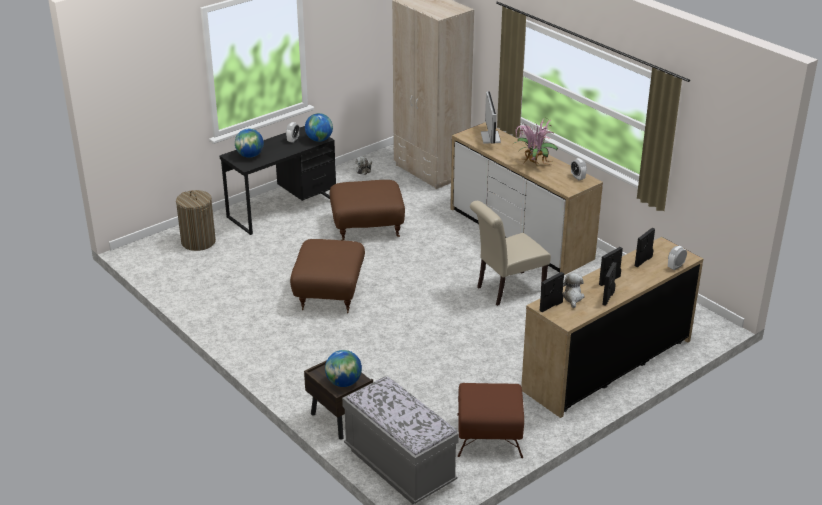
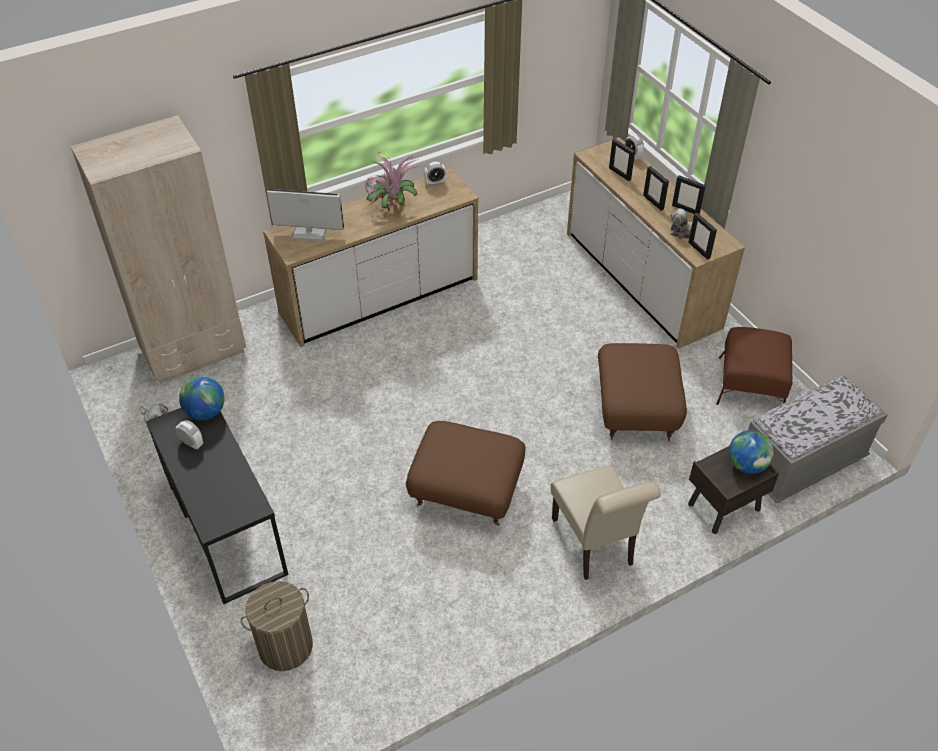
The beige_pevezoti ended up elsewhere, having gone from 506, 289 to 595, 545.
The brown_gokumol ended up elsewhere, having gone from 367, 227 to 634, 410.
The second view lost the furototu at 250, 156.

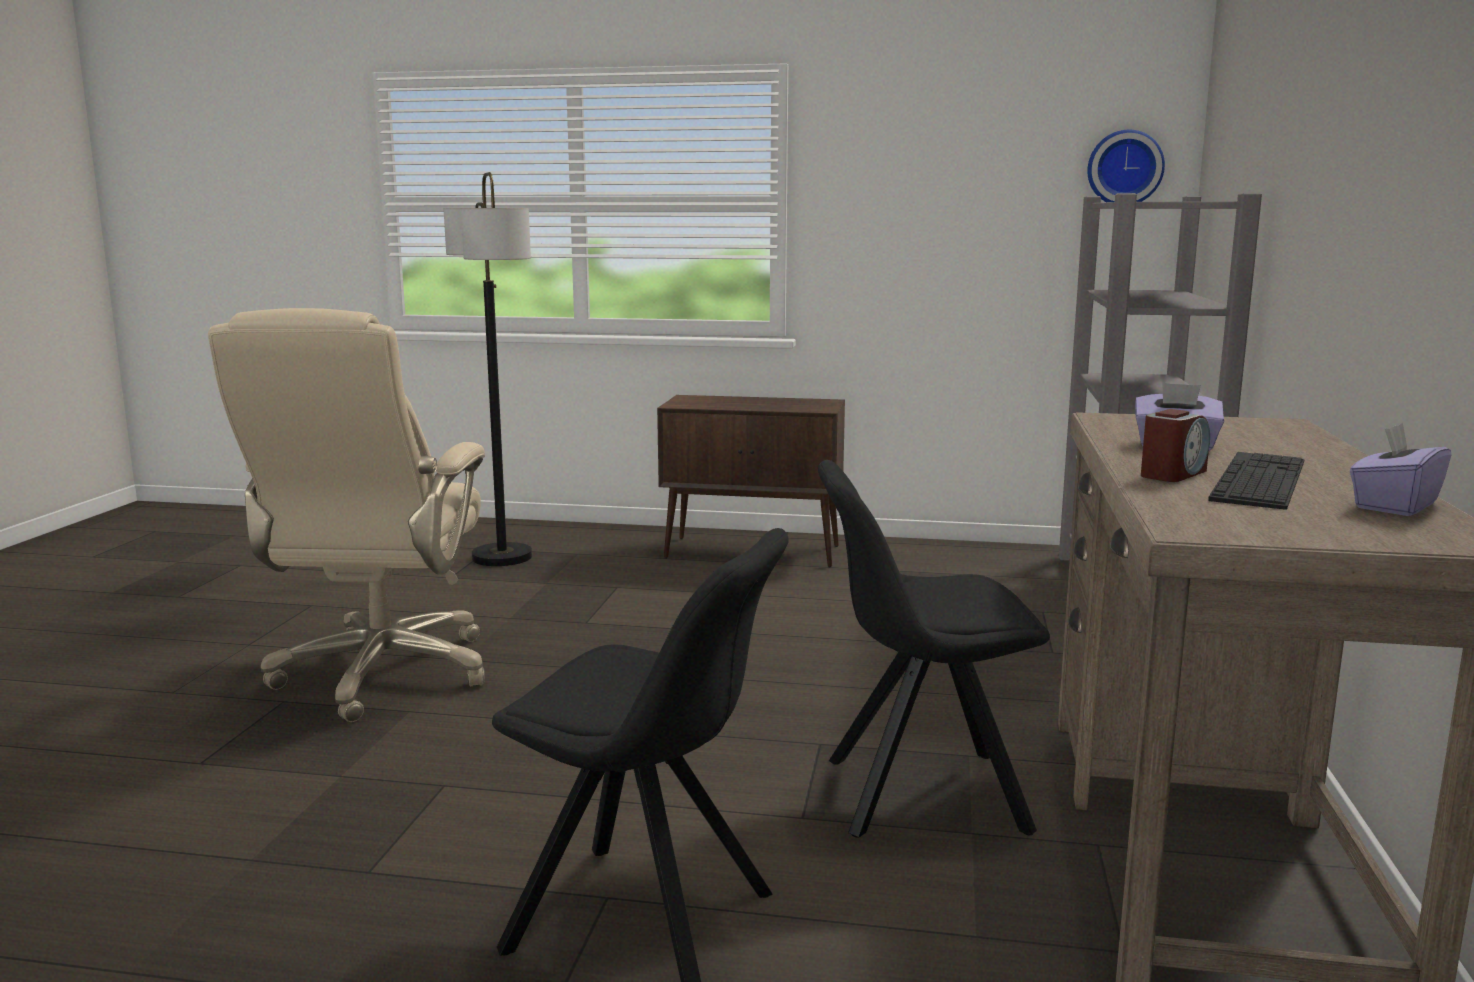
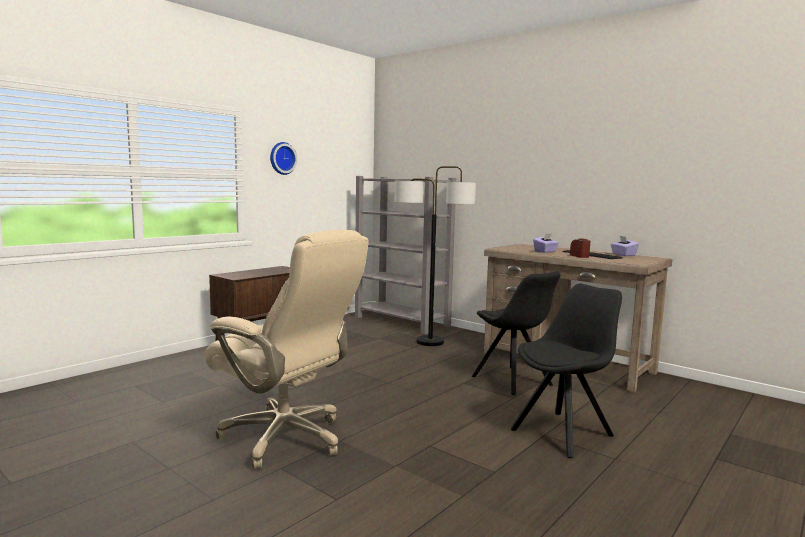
The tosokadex ended up elsewhere, having gone from 1124, 168 to 281, 158.
The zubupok ended up elsewhere, having gone from 502, 557 to 430, 342.
The black_pevezoti at 923, 794 ended up facing another way, 60 degrees counterclockwise from before.

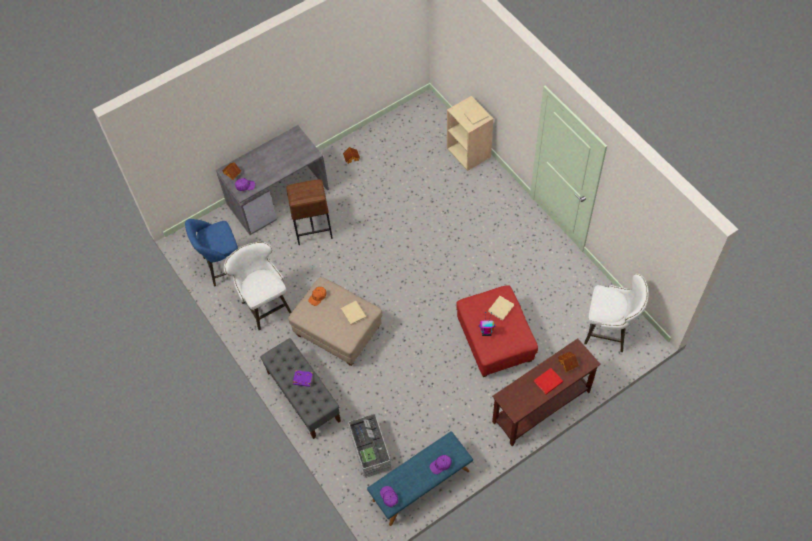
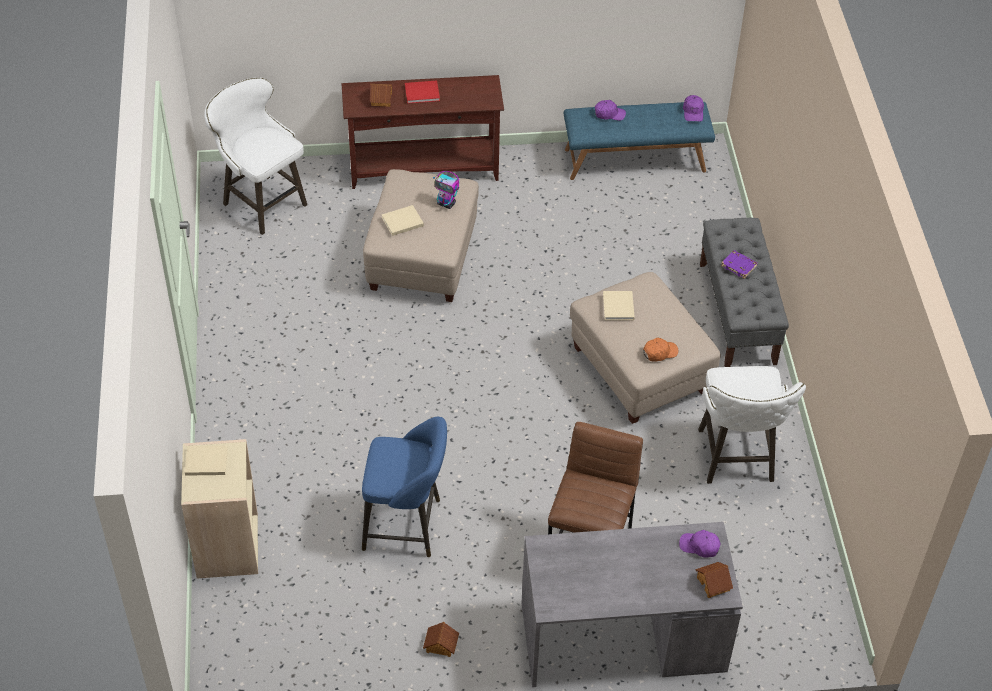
The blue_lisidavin ended up elsewhere, having gone from 223, 267 to 407, 525.
What was the red_gokumol at 495, 341 turned into the beige_gokumol at 422, 259.
The second view lost the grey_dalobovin at 370, 449.

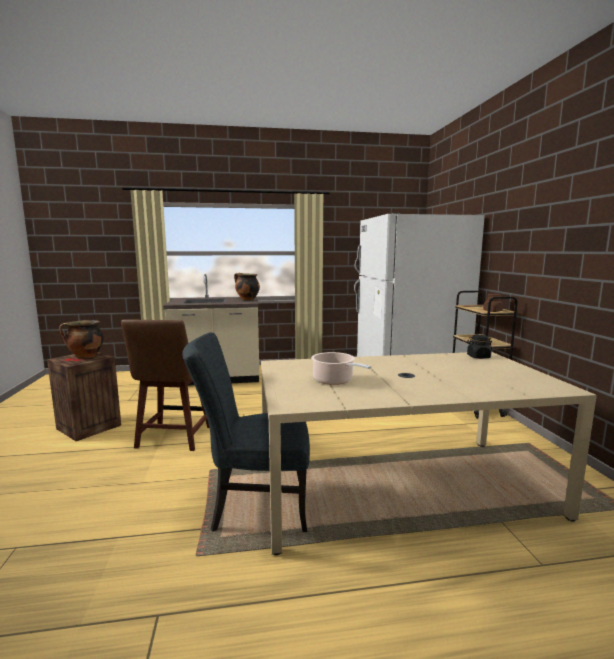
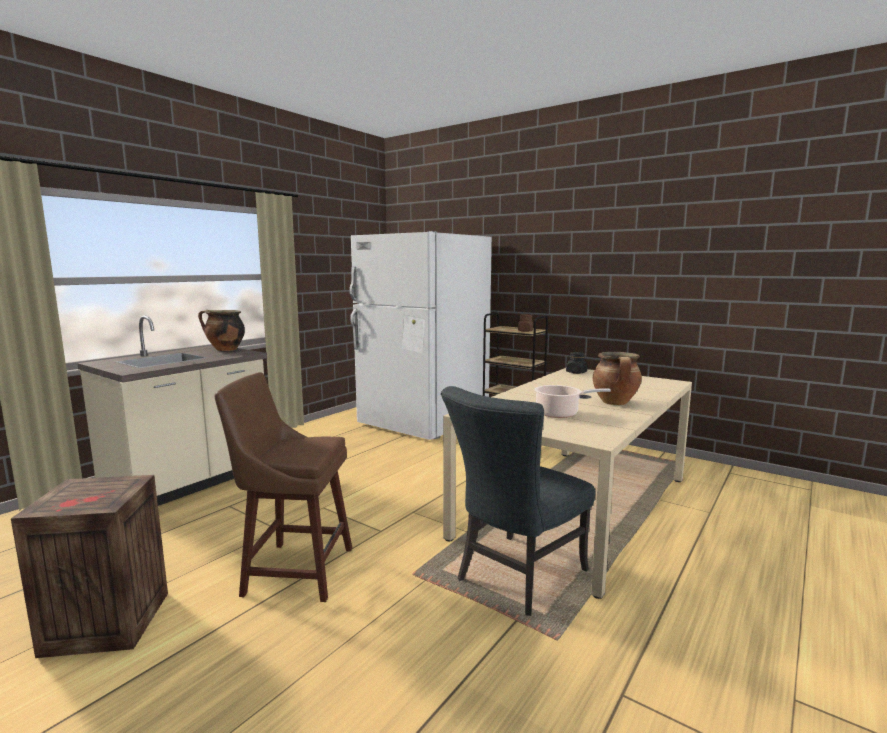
The brown_pevezoti at 173, 438 ended up facing another way, 135 degrees clockwise from before.
The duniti ended up elsewhere, having gone from 85, 357 to 615, 403.

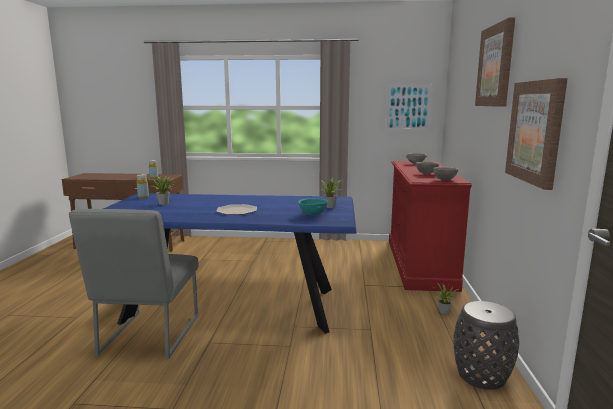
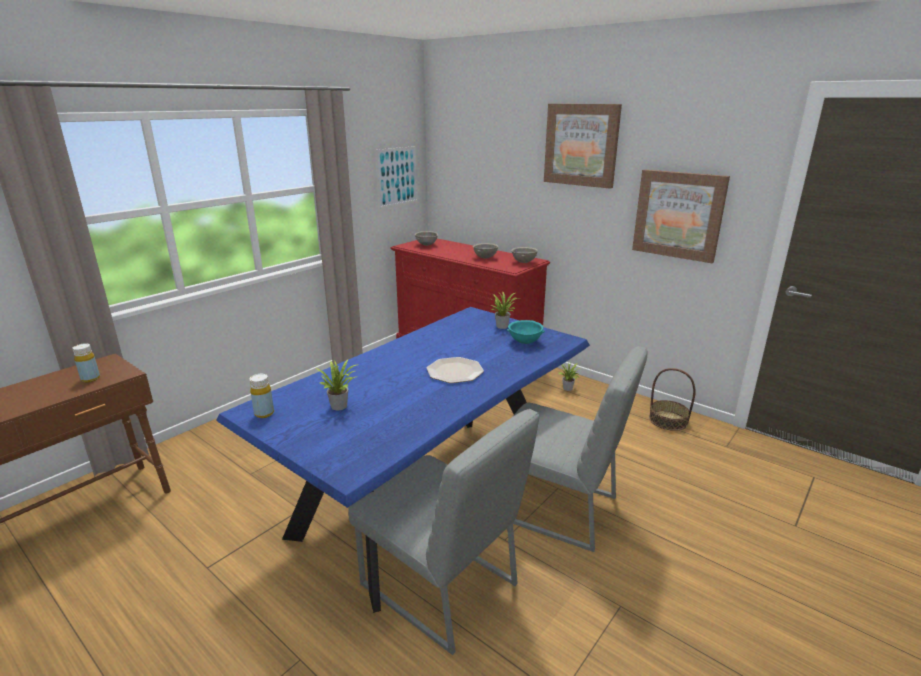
The second view gained the grey_pevezoti at 558, 508.
Where the grey_lisidavin stood at 482, 376, the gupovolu came to stand at 668, 420.

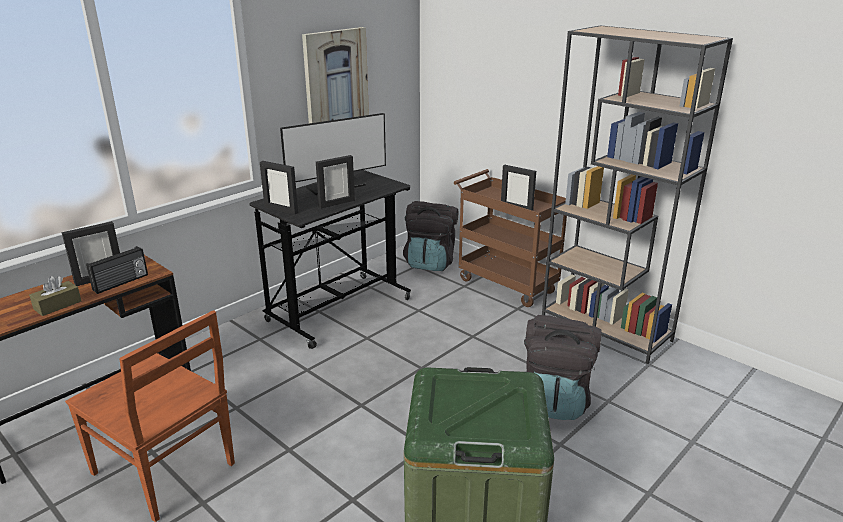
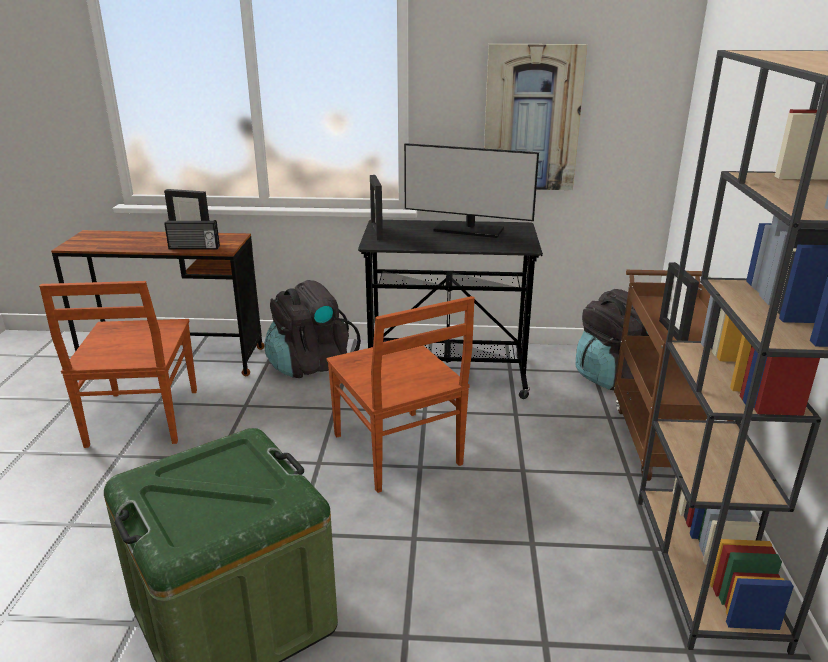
The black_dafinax ended up elsewhere, having gone from 556, 400 to 310, 364.
The second view gained the brown_pevezoti at 398, 451.
The second view lost the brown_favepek at 57, 305.
The second view lost the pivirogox at 336, 203.

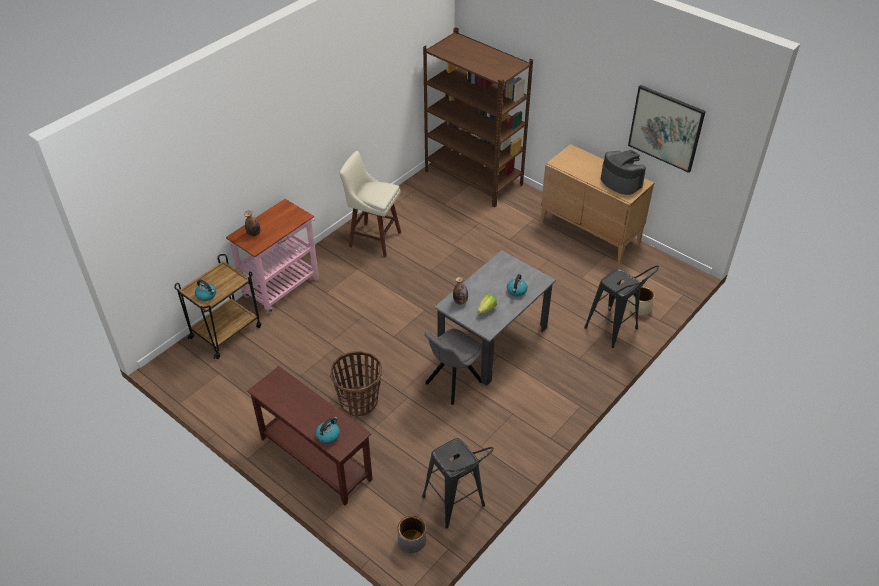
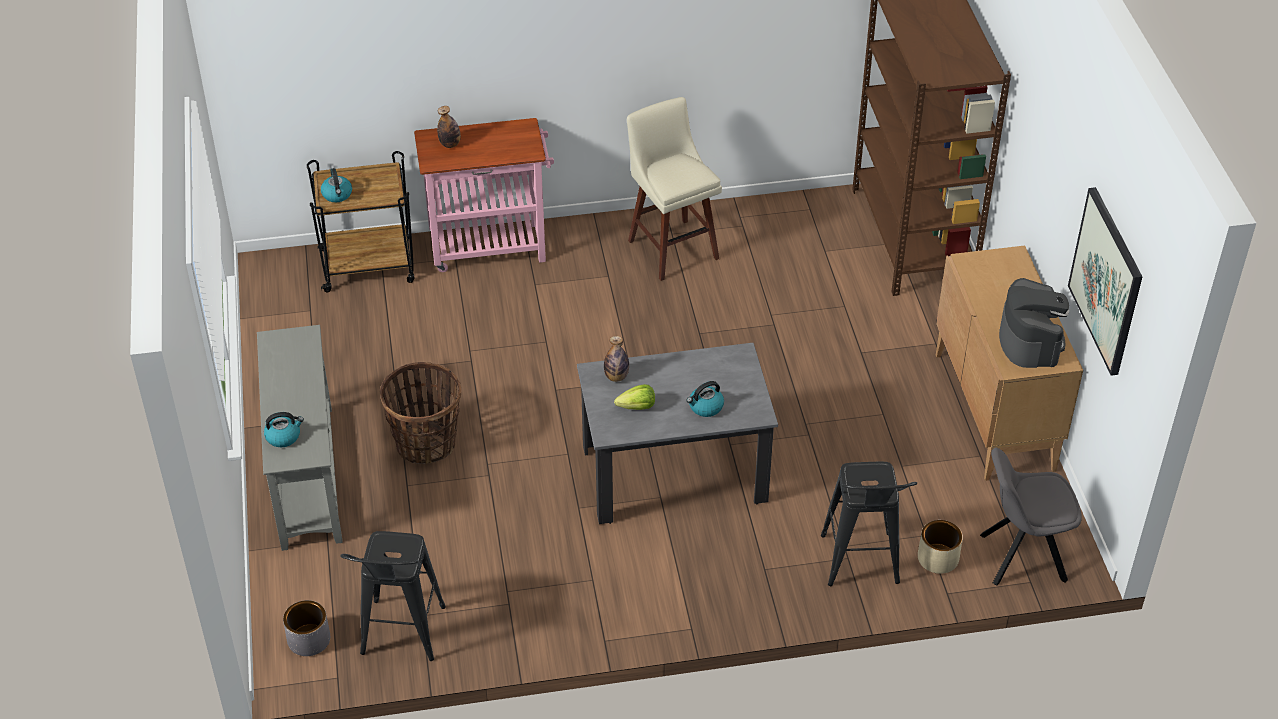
What was the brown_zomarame at 315, 459 turned into the grey_zomarame at 306, 477.
The grey_pevezoti ended up elsewhere, having gone from 453, 382 to 1022, 557.

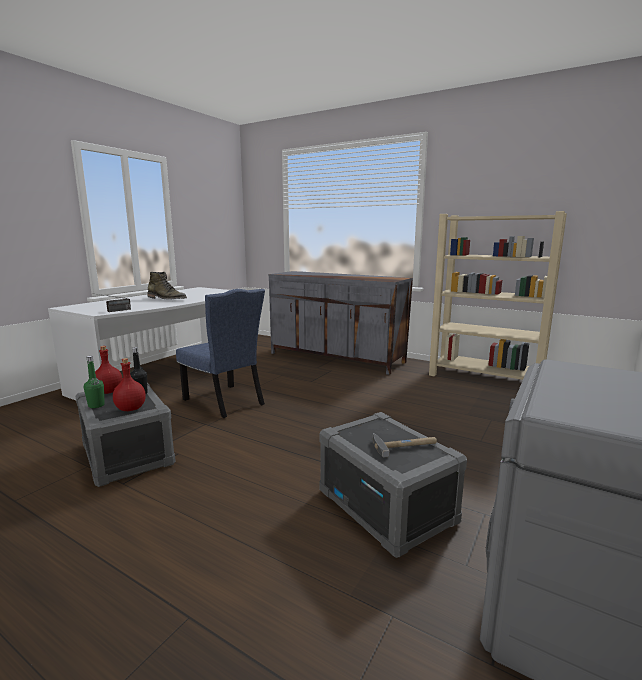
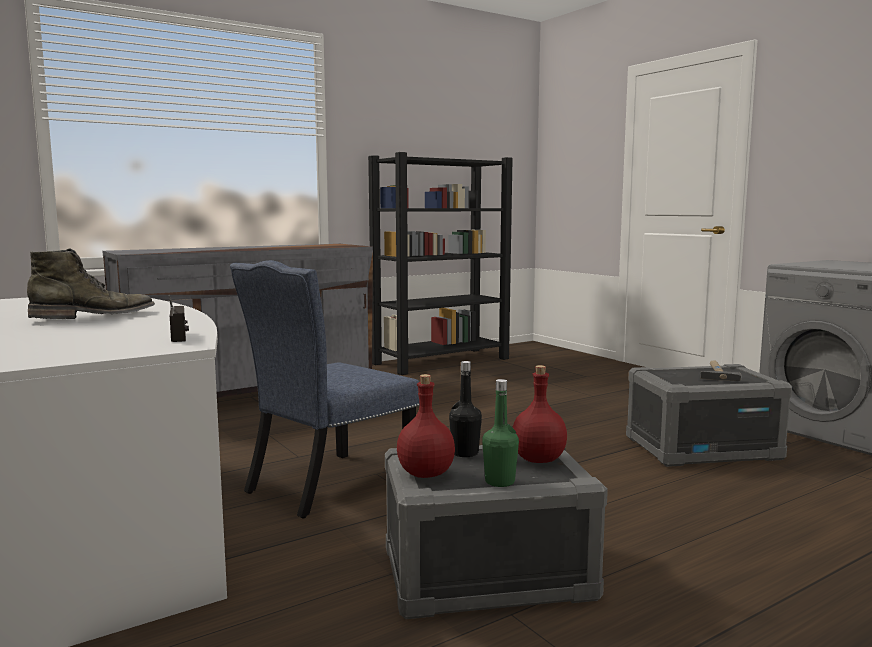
The blue_pevezoti at 224, 401 ended up facing another way, 150 degrees clockwise from before.
What was the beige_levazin at 485, 377 turned into the black_levazin at 441, 361.

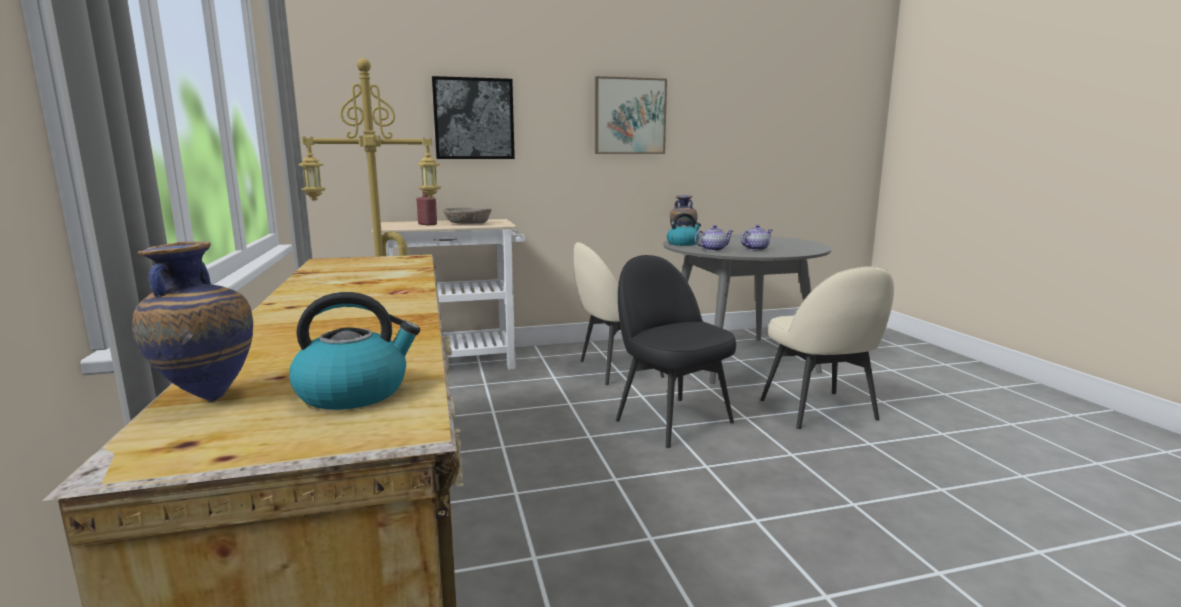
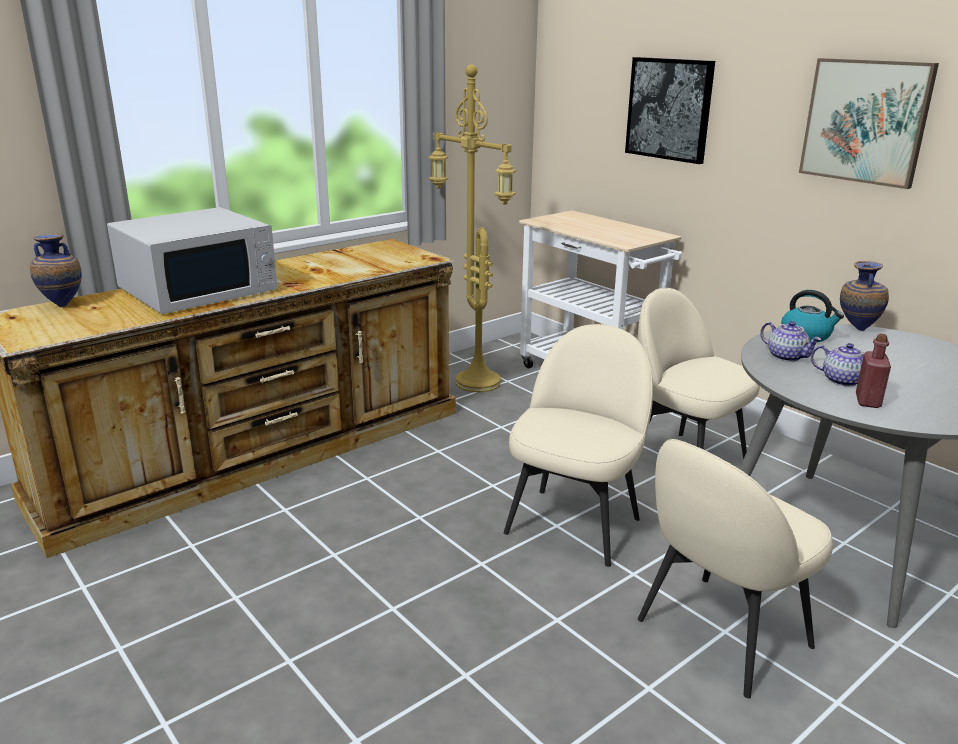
The second view gained the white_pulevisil at 199, 290.
What was the black_pevezoti at 672, 420 turned into the beige_pevezoti at 574, 524.
The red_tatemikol ended up elsewhere, having gone from 427, 224 to 867, 401.
The second view lost the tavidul at 354, 392.
The second view lost the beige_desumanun at 468, 223.

